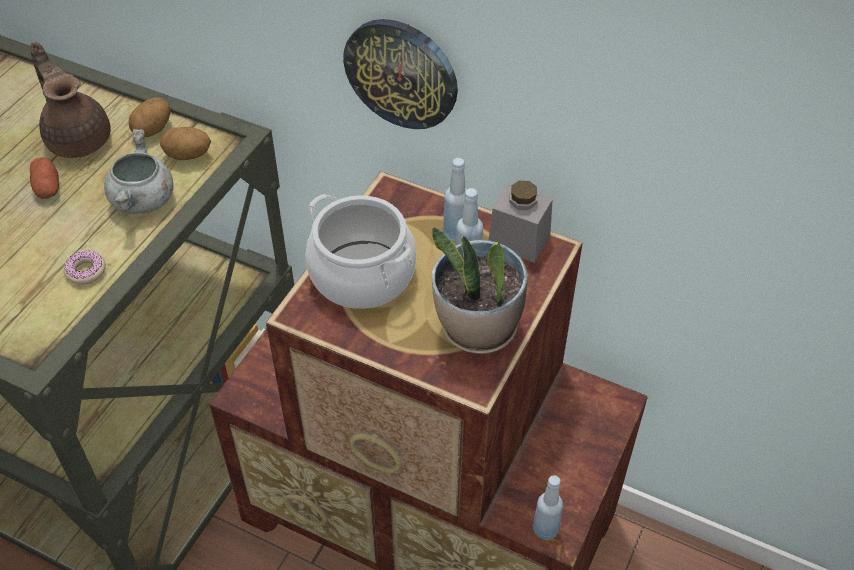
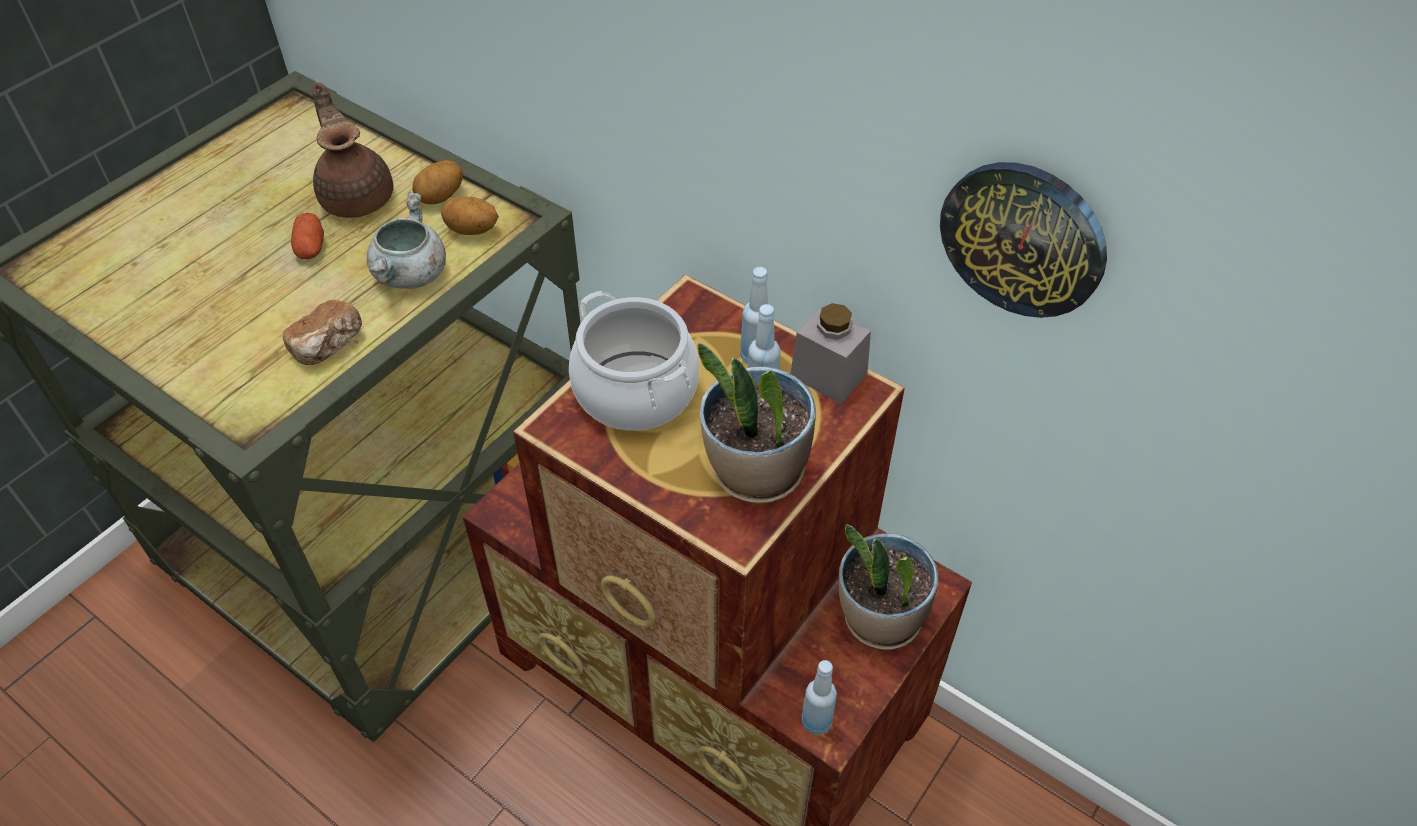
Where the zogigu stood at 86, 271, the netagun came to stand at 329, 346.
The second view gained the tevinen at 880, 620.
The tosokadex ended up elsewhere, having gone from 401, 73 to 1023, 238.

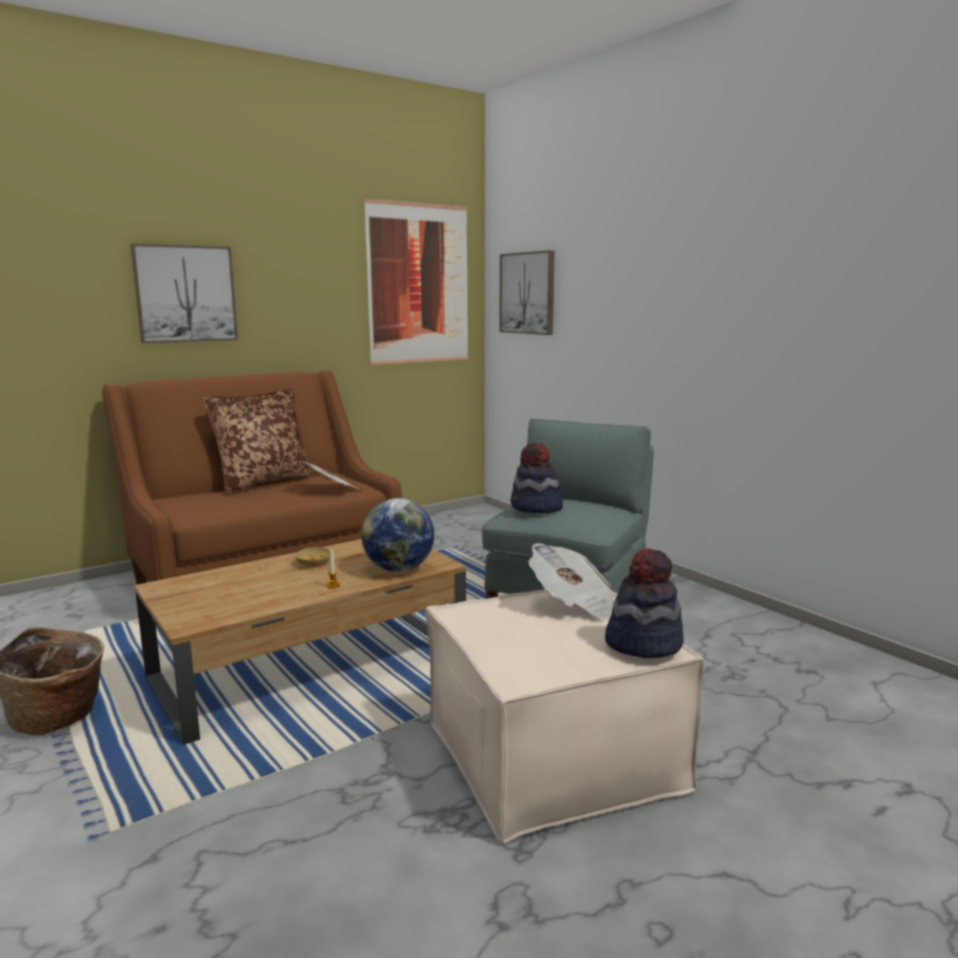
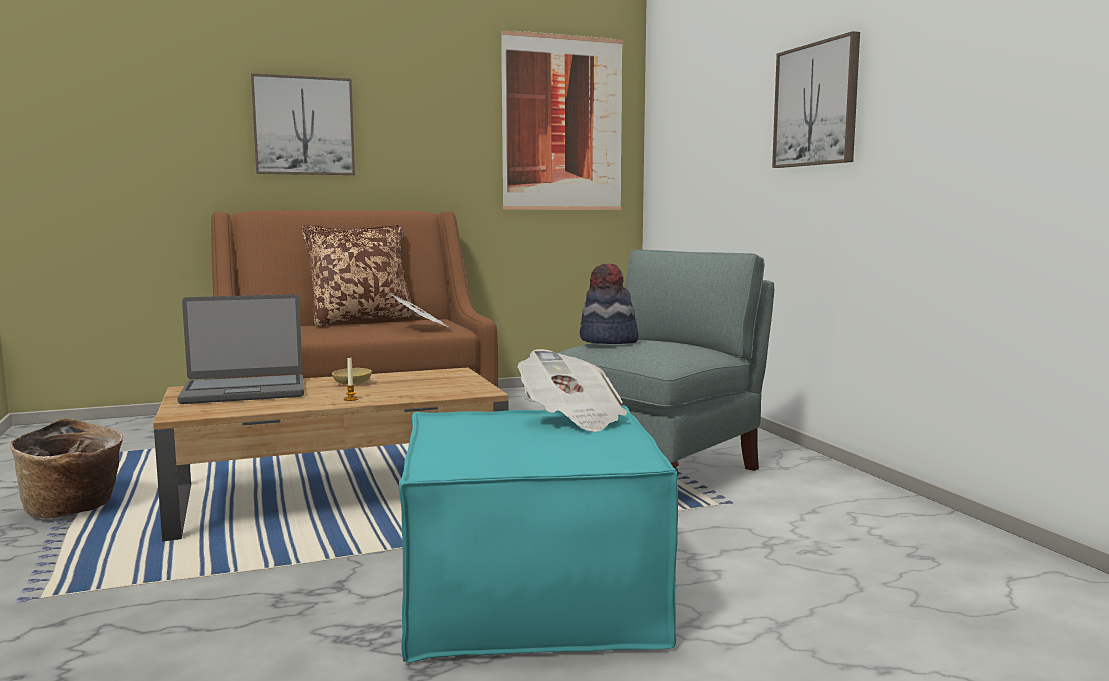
The second view gained the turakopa at 244, 391.
What was the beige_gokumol at 553, 755 turned into the turquoise_gokumol at 530, 595.
The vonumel ended up elsewhere, having gone from 527, 293 to 816, 105.
The second view lost the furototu at 398, 569.
The second view lost the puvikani at 643, 643.

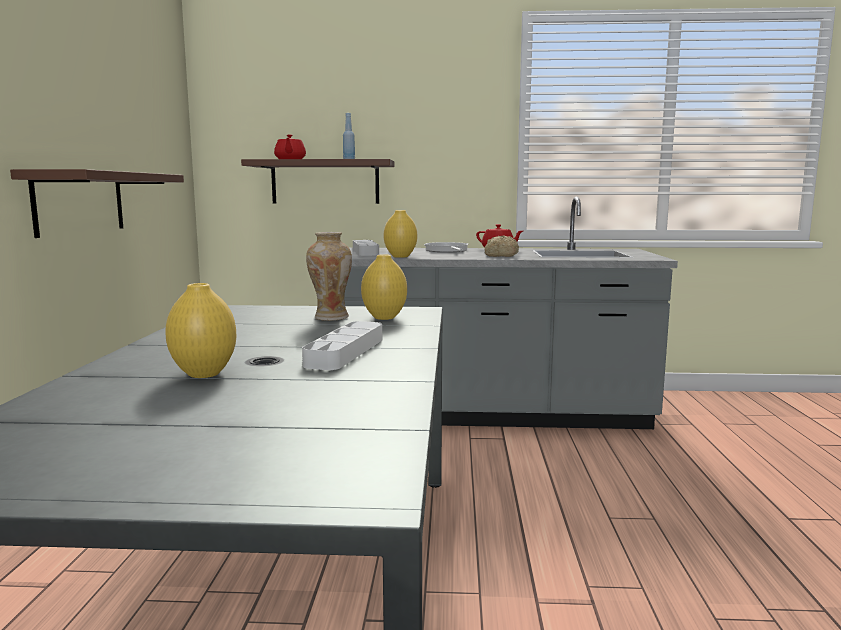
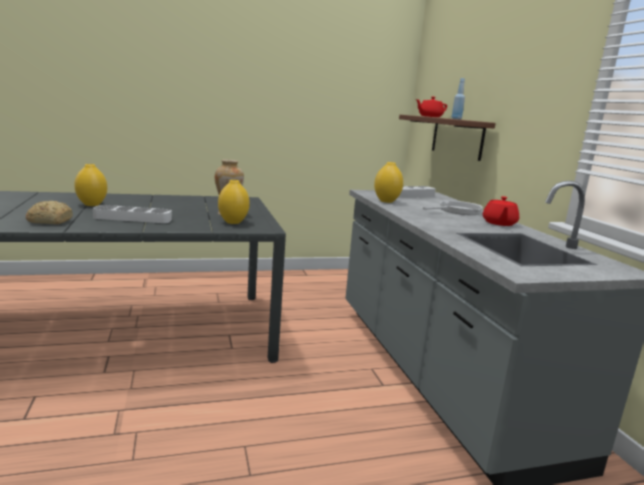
The netagun ended up elsewhere, having gone from 501, 256 to 49, 221.
The second view lost the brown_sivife at 80, 202.

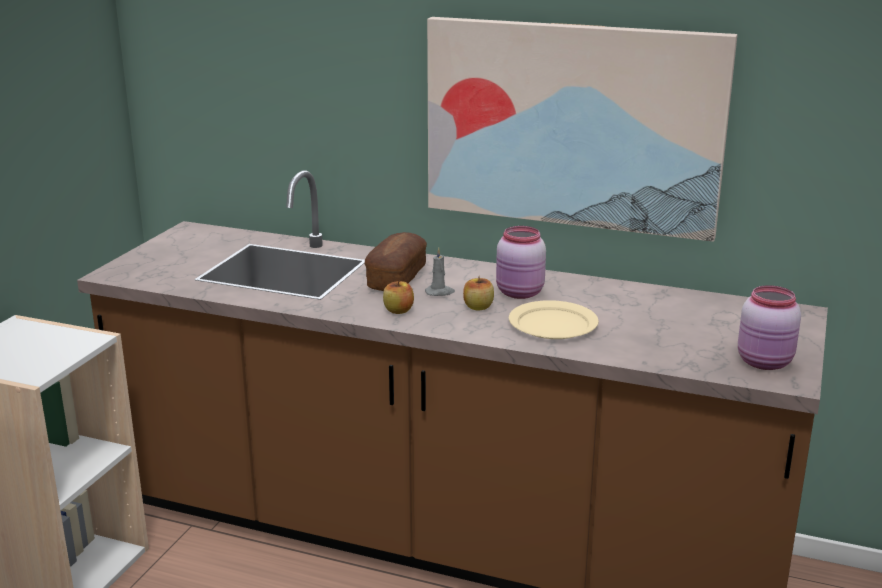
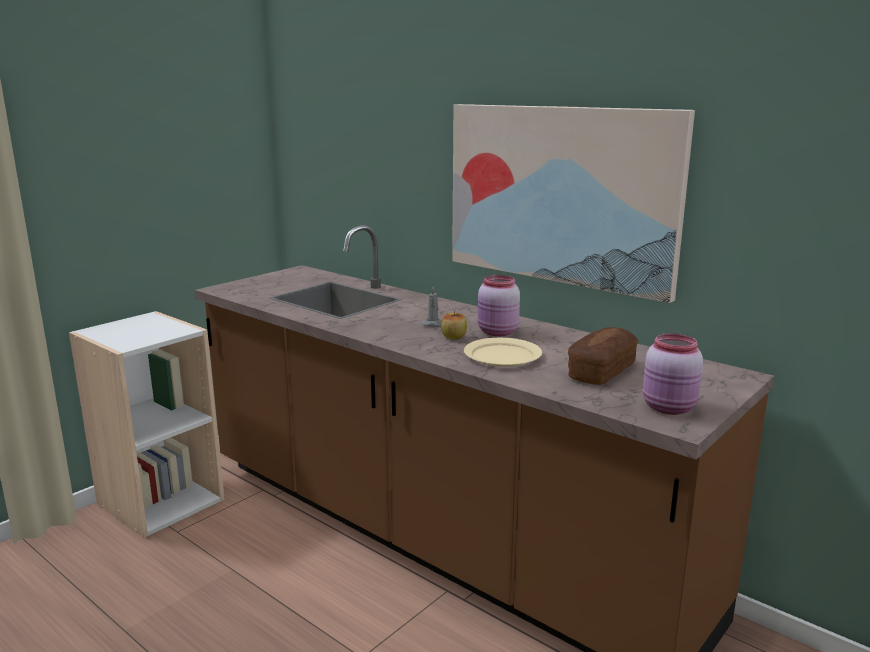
The netagun ended up elsewhere, having gone from 396, 277 to 601, 371.
The second view lost the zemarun at 398, 310.

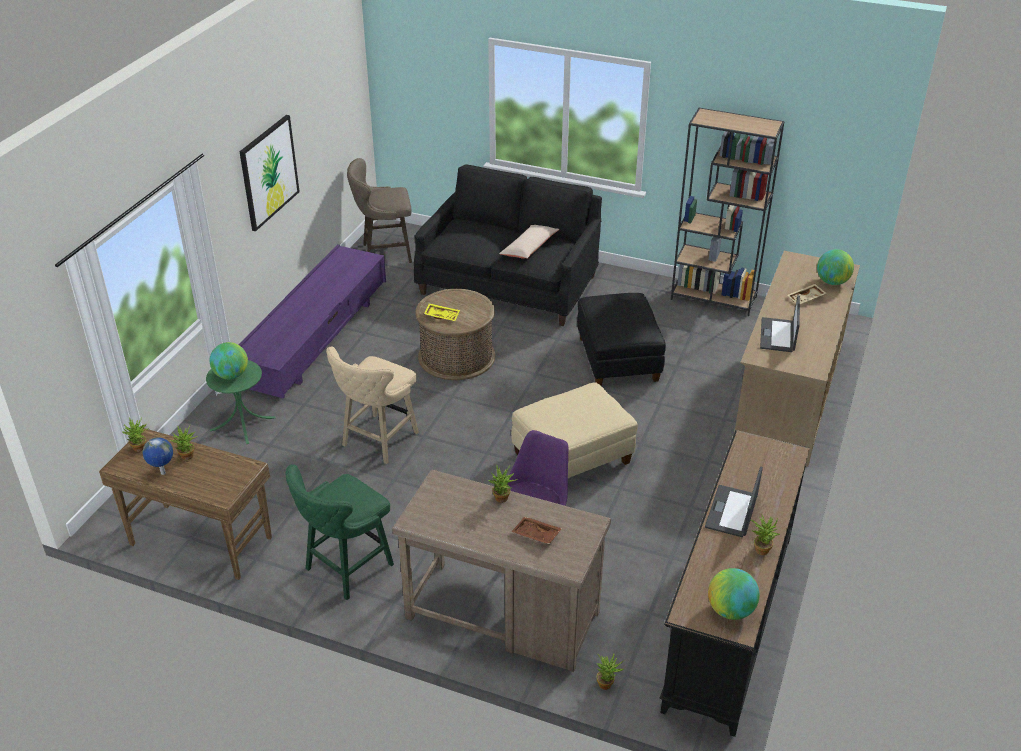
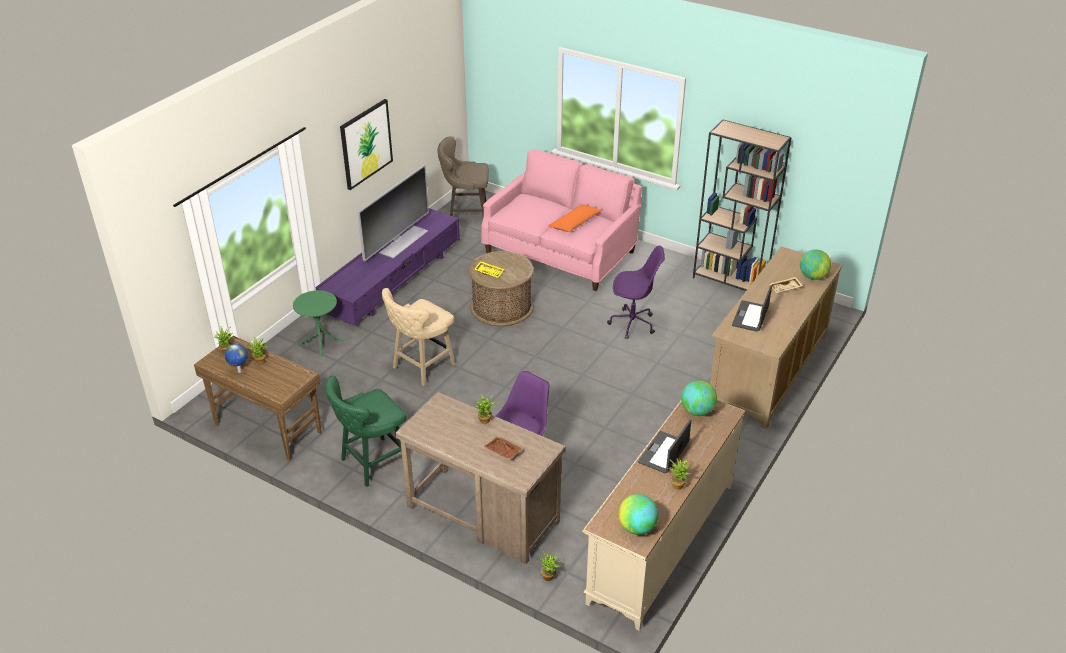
The second view gained the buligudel at 402, 241.
What was the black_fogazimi at 509, 283 turned into the pink_fogazimi at 561, 251.
What was the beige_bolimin at 529, 248 turned into the orange_bolimin at 575, 223.
What was the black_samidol at 727, 620 turned into the beige_samidol at 660, 541.
Where the black_gokumol stood at 618, 360, the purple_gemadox came to stand at 633, 324.
The furototu ended up elsewhere, having gone from 231, 375 to 697, 411.
The second view lost the beige_gokumol at 572, 458.

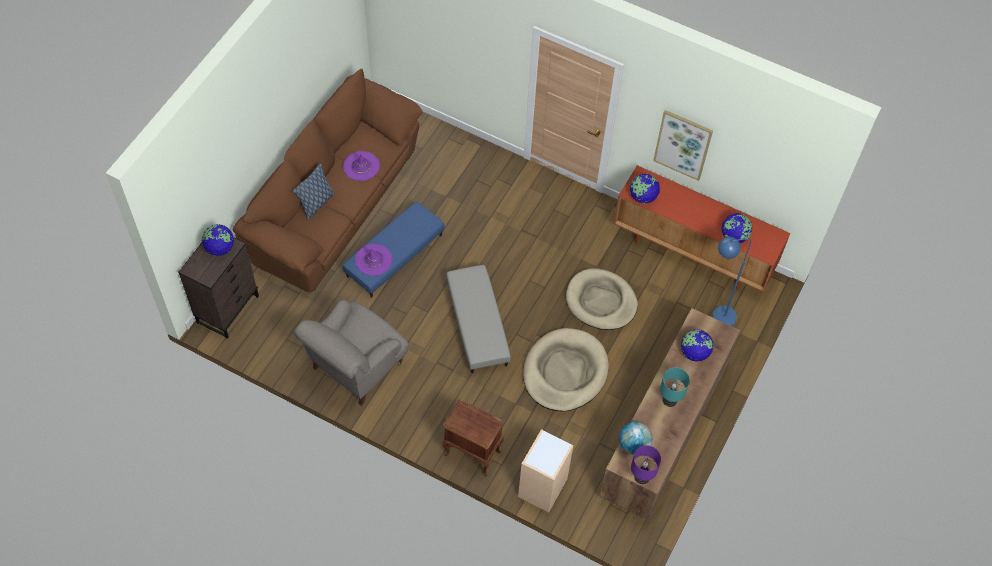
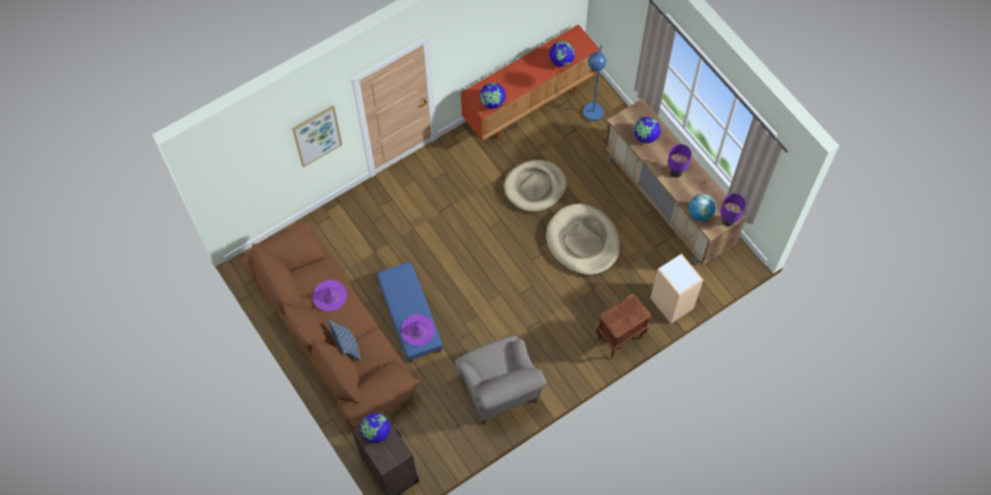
The vonumel ended up elsewhere, having gone from 683, 144 to 316, 135.
What was the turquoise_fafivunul at 669, 400 turned into the purple_fafivunul at 676, 172.
The second view lost the grey_gokumol at 477, 325.

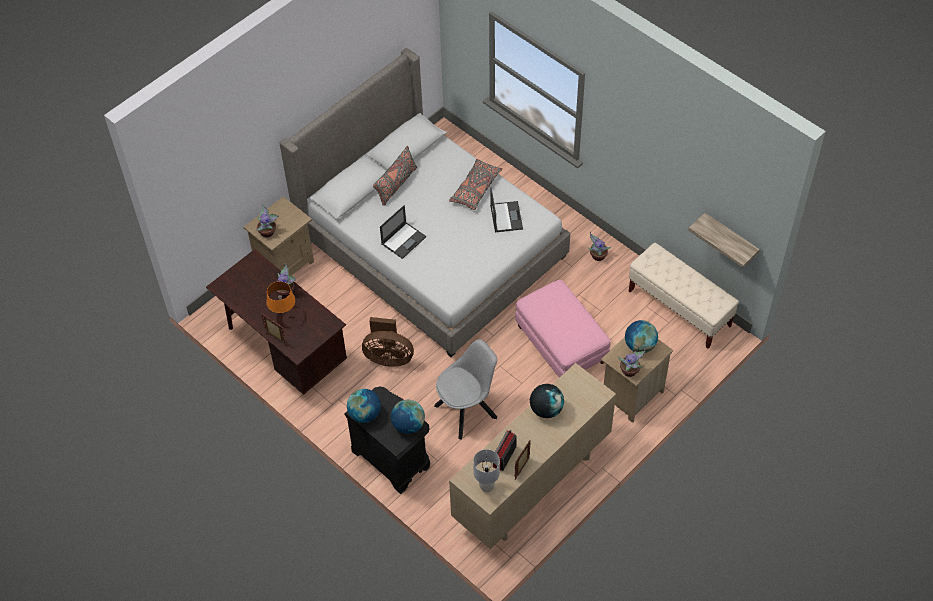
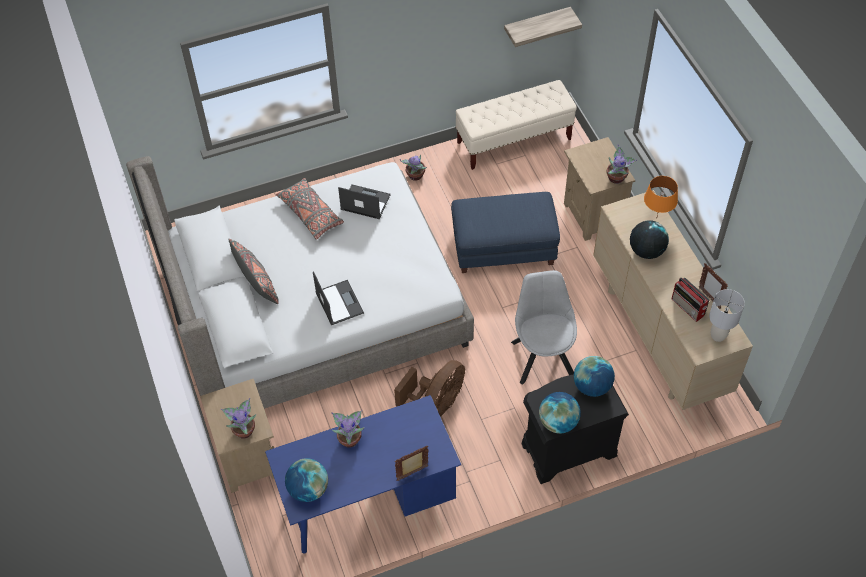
What was the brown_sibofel at 284, 350 turned into the blue_sibofel at 368, 503.
The furototu ended up elsewhere, having gone from 640, 345 to 308, 489.
What was the pink_gokumol at 561, 344 turned into the blue_gokumol at 504, 246.
The orange_fafivunul ended up elsewhere, having gone from 284, 316 to 657, 218.

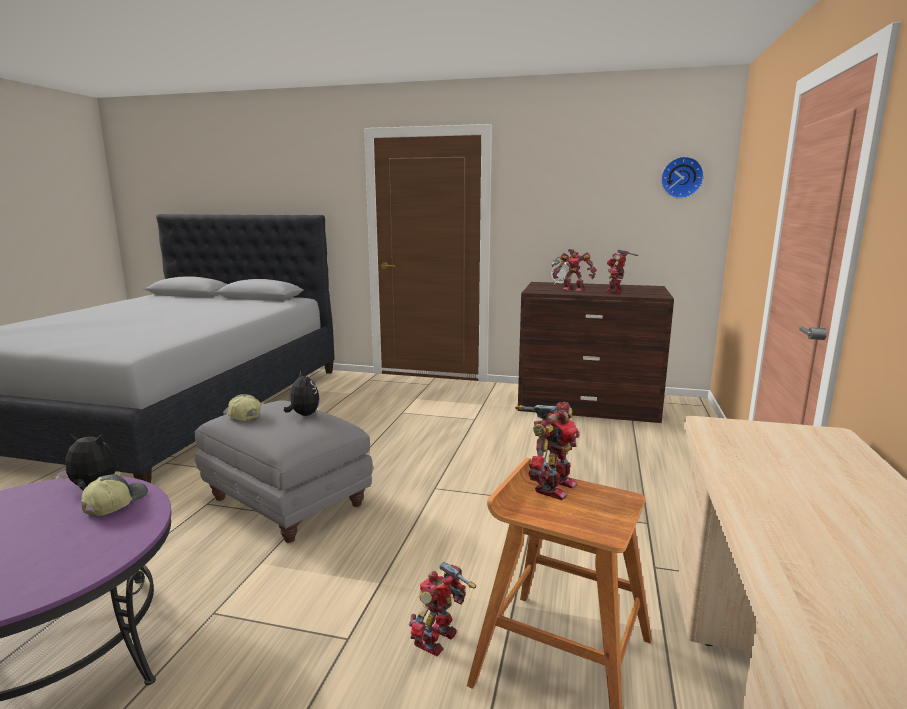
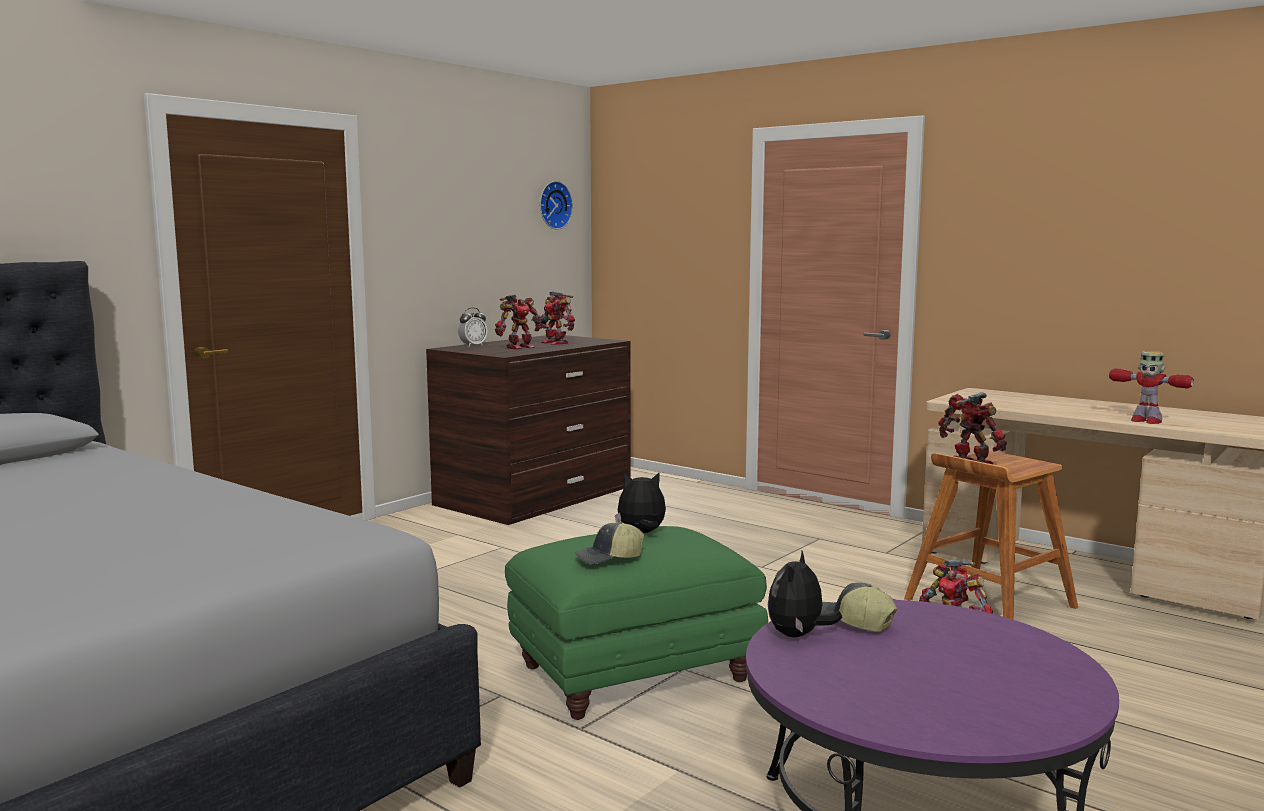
What was the grey_gokumol at 285, 502 turned into the green_gokumol at 631, 675.
The second view gained the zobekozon at 1145, 421.

